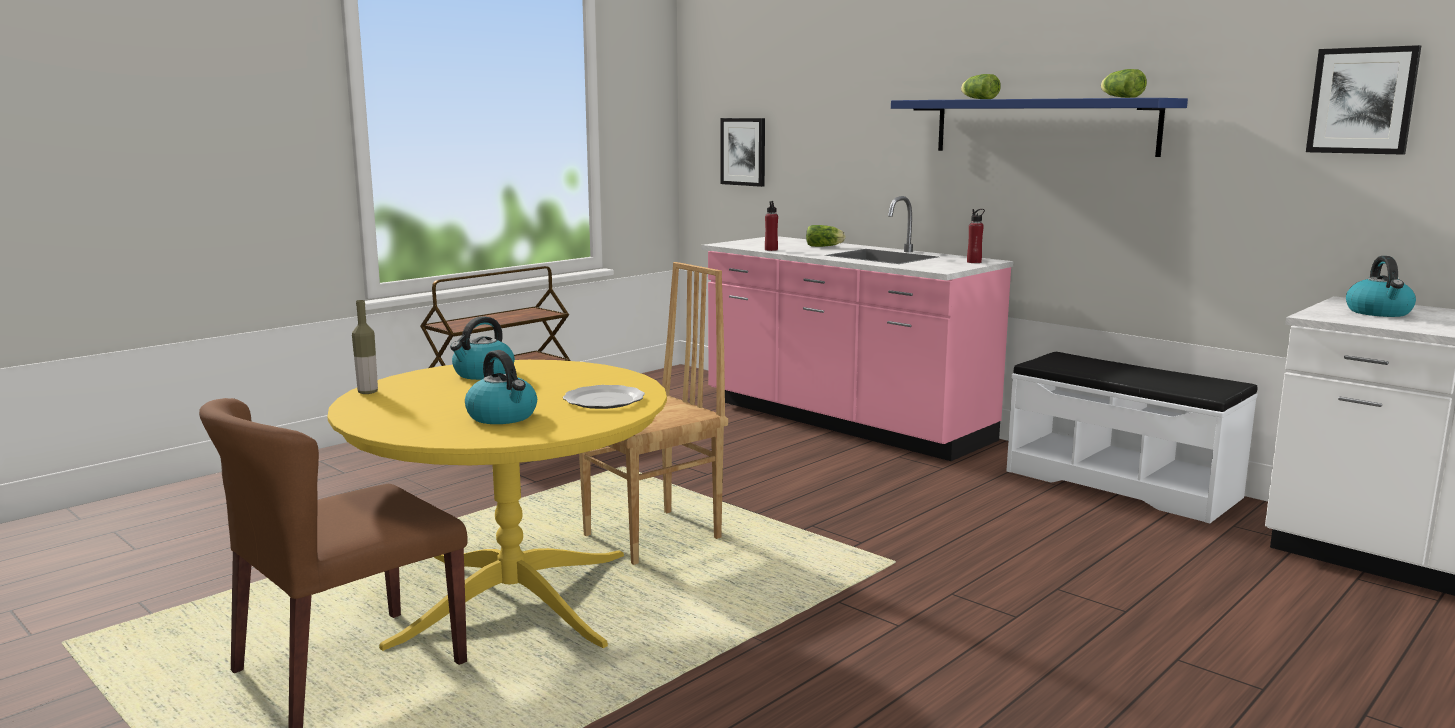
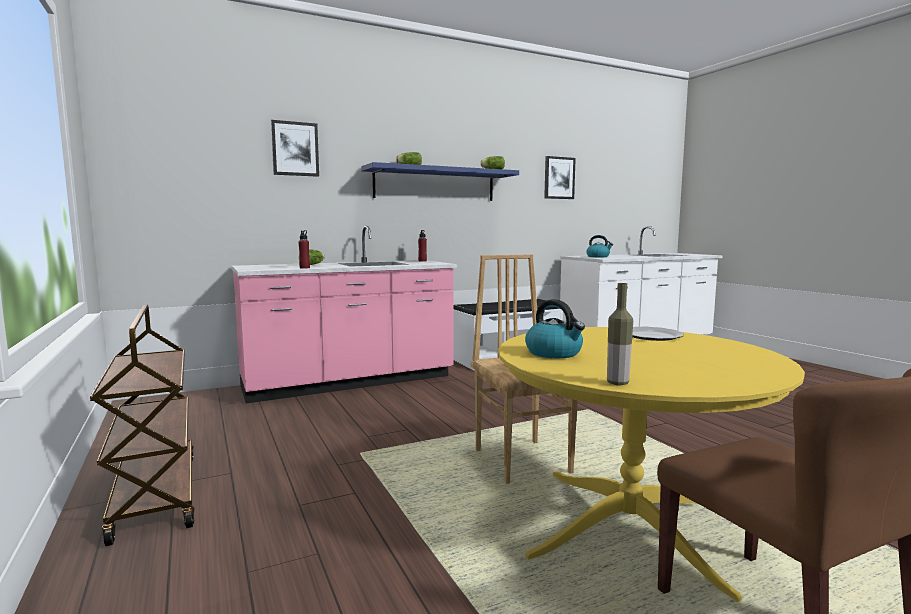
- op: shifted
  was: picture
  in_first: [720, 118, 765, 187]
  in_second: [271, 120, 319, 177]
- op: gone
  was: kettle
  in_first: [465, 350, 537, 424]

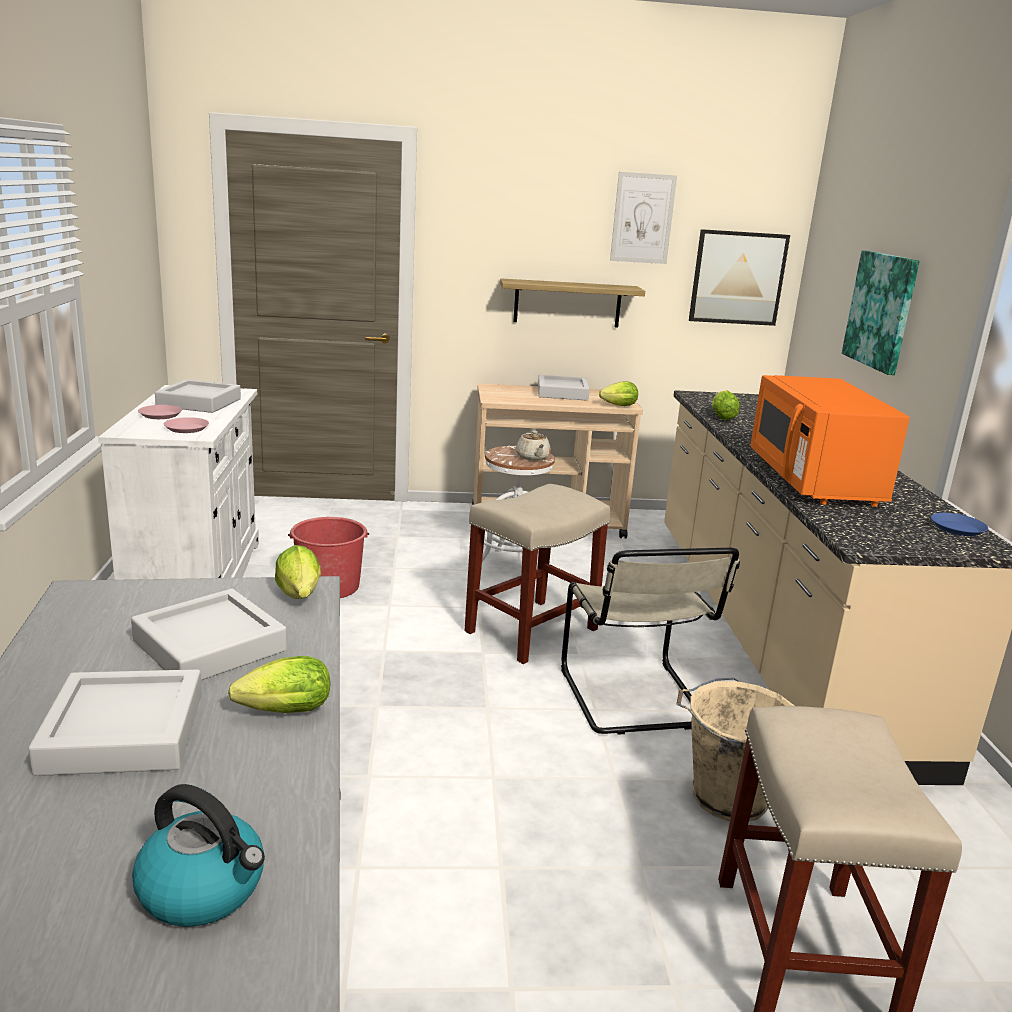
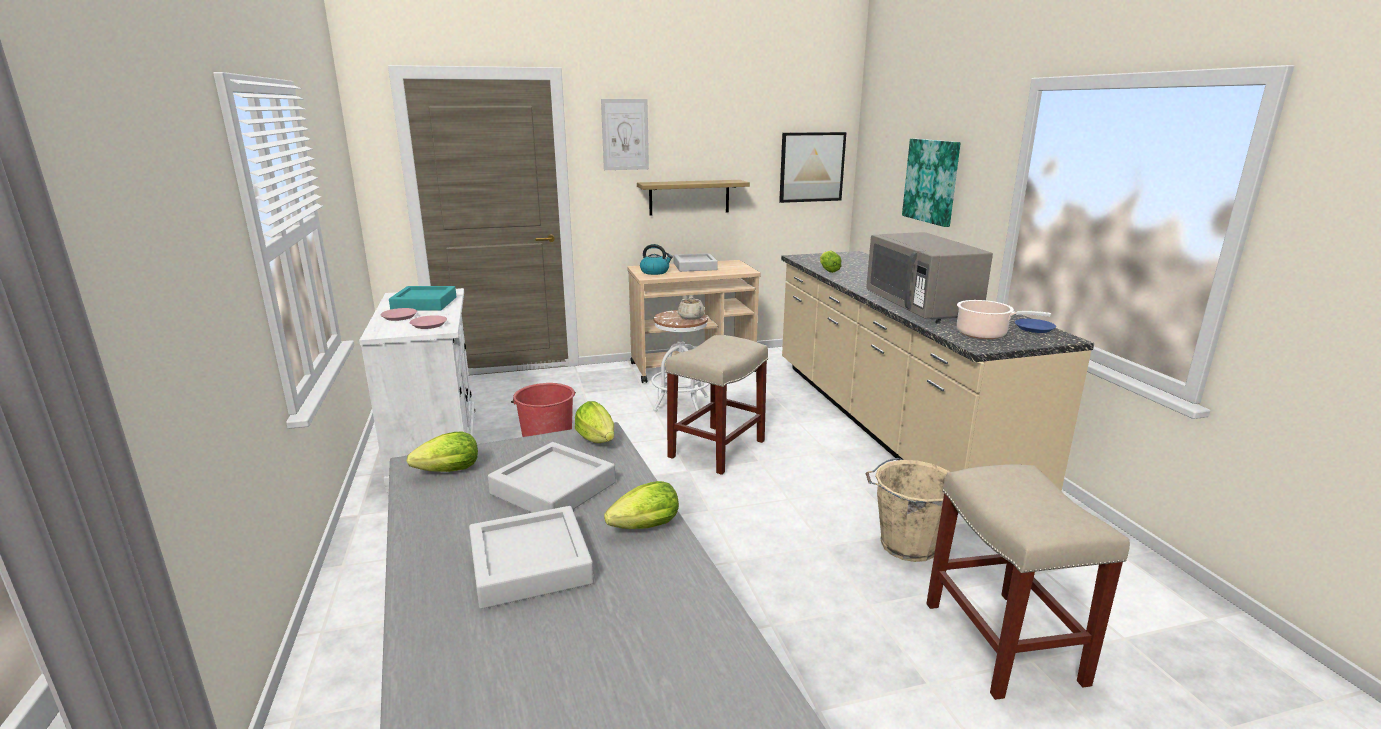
- op: repainted
  was: grey tray
  now: turquoise tray
  in_first: [155, 379, 241, 413]
  in_second: [389, 286, 457, 311]
- op: shifted
  was: lettuce
  in_first: [599, 382, 638, 406]
  in_second: [407, 432, 478, 472]
- op: shifted
  was: picture
  in_first: [610, 172, 677, 264]
  in_second: [601, 99, 649, 170]
- op: shifted
  was: kettle
  in_first: [132, 784, 265, 927]
  in_second: [640, 244, 673, 275]
- op: repainted
  was: orange microwave
  now: grey microwave
  in_first: [751, 375, 910, 507]
  in_second: [866, 232, 993, 324]
- op: new
  now: cooking pot
  in_second: [957, 300, 1051, 339]
- op: gone
  was: beige chair
  in_first: [561, 548, 740, 735]

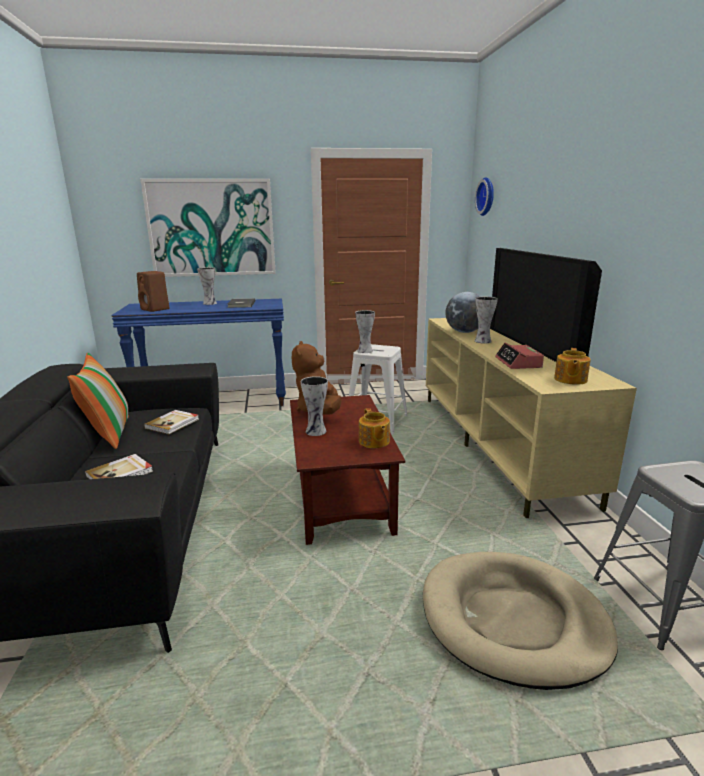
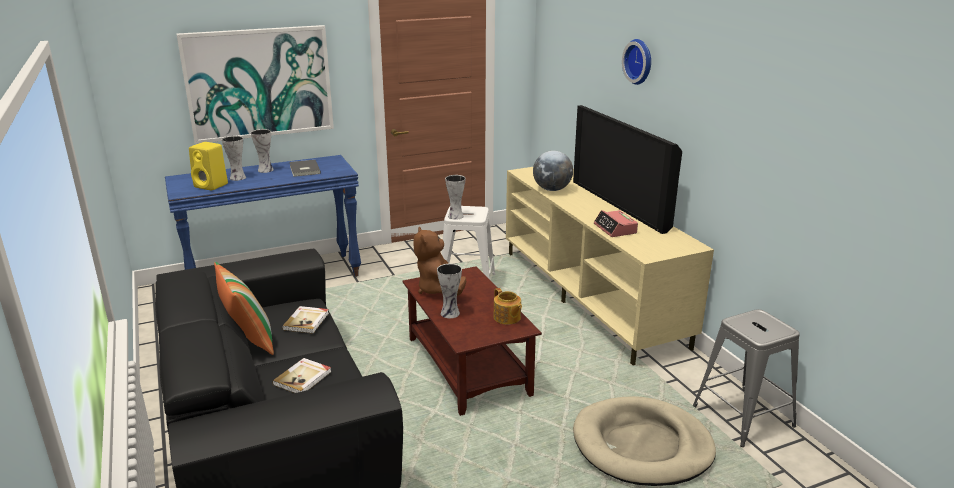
- op: repainted
  was: brown speaker
  now: yellow speaker
  in_first: [137, 271, 169, 312]
  in_second: [189, 142, 228, 191]
- op: shifted
  was: vase
  in_first: [475, 297, 498, 344]
  in_second: [222, 136, 246, 181]
- op: shifted
  was: wall clock
  in_first: [475, 177, 494, 216]
  in_second: [622, 39, 651, 85]
- op: gone
  was: teapot
  in_first: [554, 348, 591, 385]

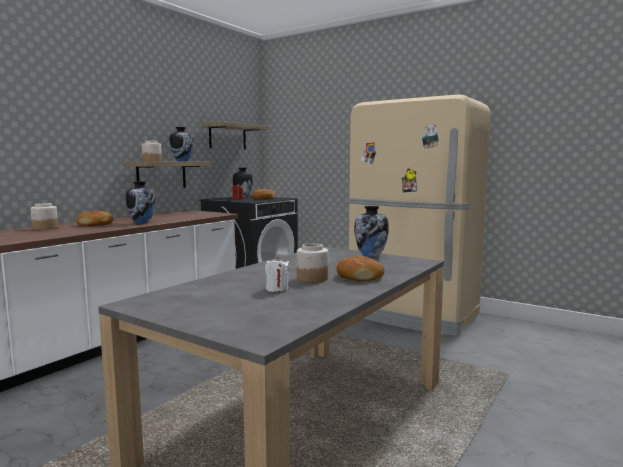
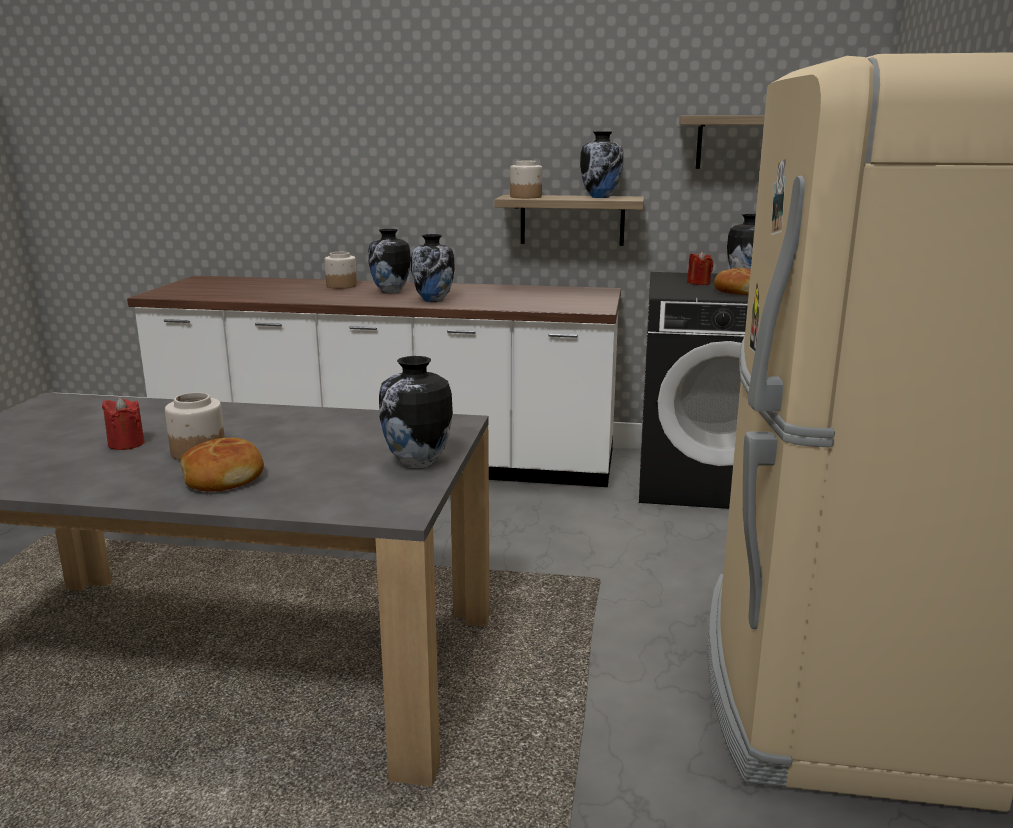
- op: repainted
  was: white candle
  now: red candle
  in_first: [265, 257, 289, 292]
  in_second: [102, 397, 145, 450]
- op: swapped
  was: bread
  now: vase
  in_first: [76, 211, 113, 226]
  in_second: [368, 229, 411, 294]

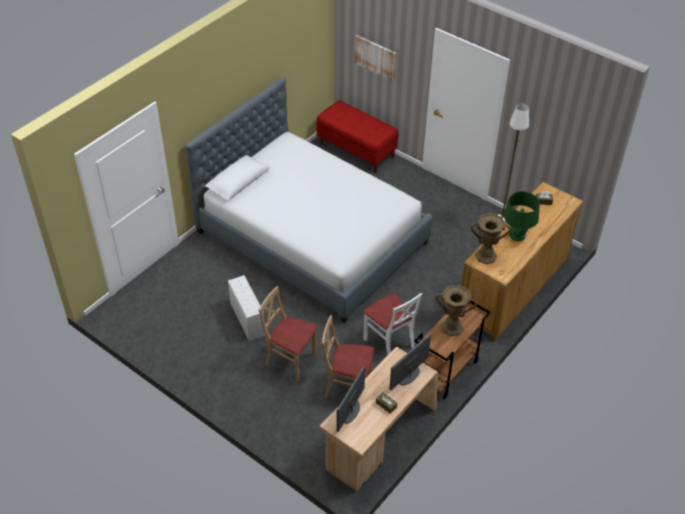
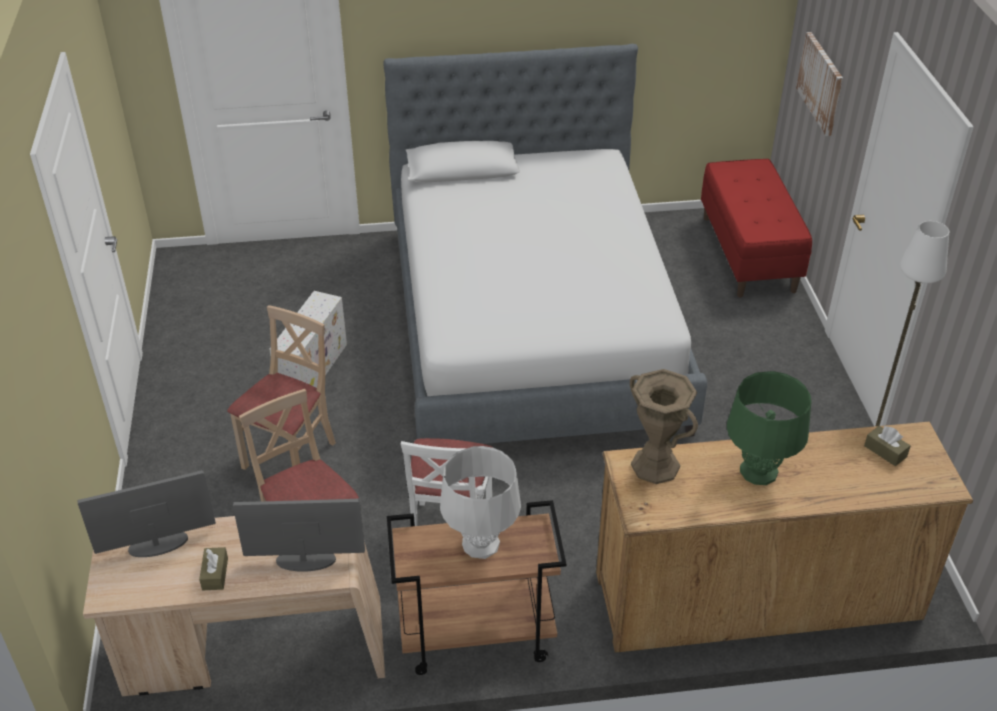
- op: rotated
  was: beige chair
  in_first: [259, 286, 318, 381]
  in_second: [227, 305, 336, 470]
  clockwise: 45
- op: swapped
  was: brown vase
  now: grey table lamp
  in_first: [435, 285, 477, 336]
  in_second: [440, 446, 521, 559]

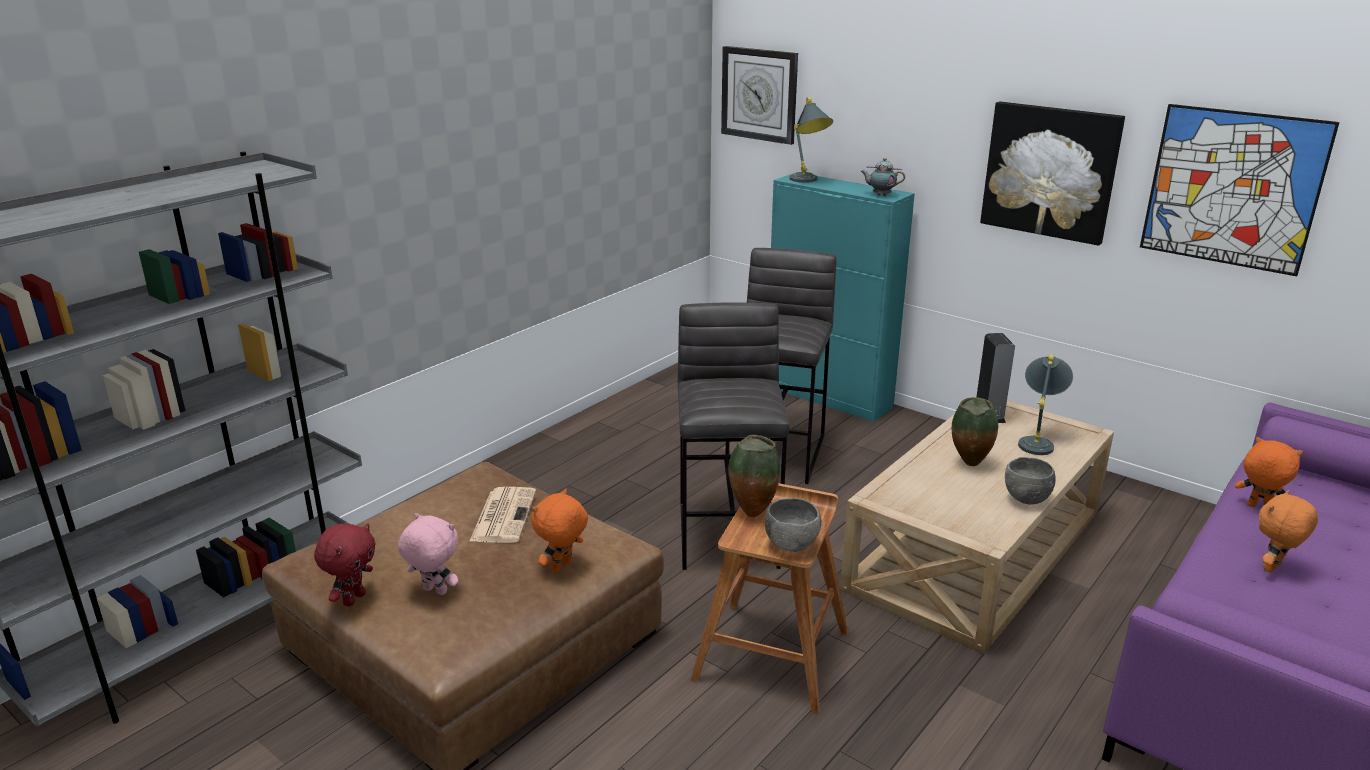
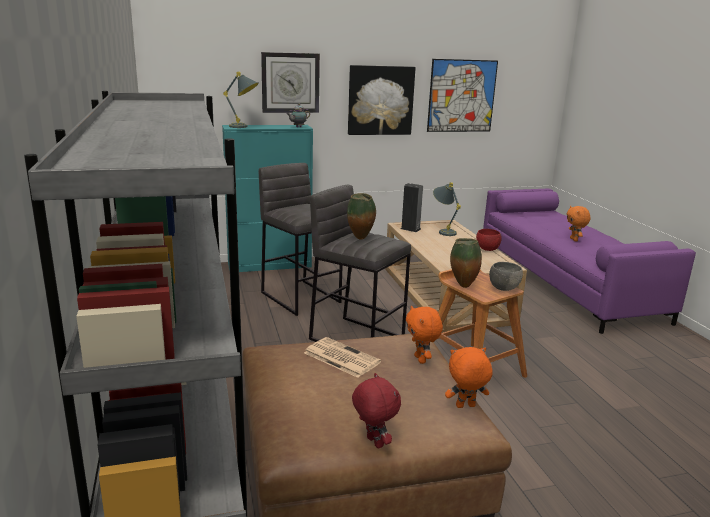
- op: shifted
  was: wall clock
  in_first: [721, 46, 798, 145]
  in_second: [261, 52, 320, 113]
- op: shifted
  was: vase
  in_first: [952, 397, 998, 466]
  in_second: [347, 193, 376, 240]
- op: shifted
  was: orange plush toy
  in_first: [1235, 437, 1303, 507]
  in_second: [445, 347, 493, 408]
- op: repainted
  was: grey bowl
  now: red bowl
  in_first: [1005, 457, 1056, 505]
  in_second: [476, 229, 502, 251]
- op: gone
  was: pink plush toy
  in_first: [398, 513, 458, 595]

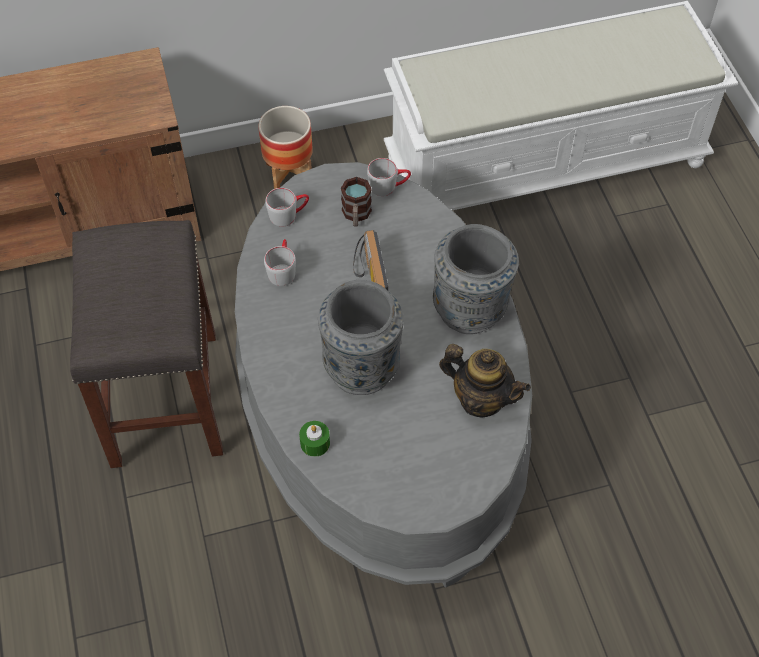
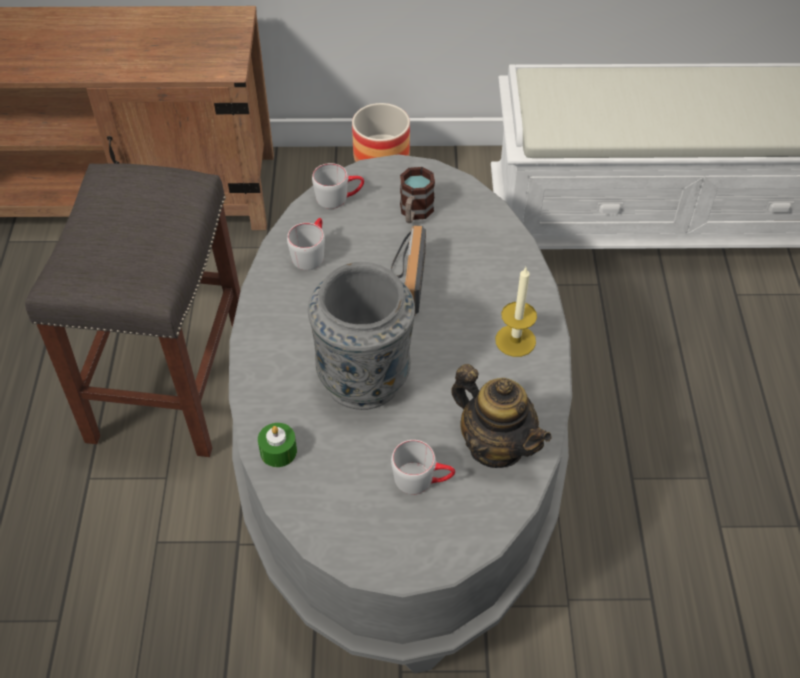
- op: shifted
  was: grey mug
  in_first: [367, 158, 411, 196]
  in_second: [391, 440, 455, 494]
- op: swapped
  was: grey vase
  now: candle
  in_first: [433, 224, 519, 334]
  in_second: [495, 267, 537, 357]

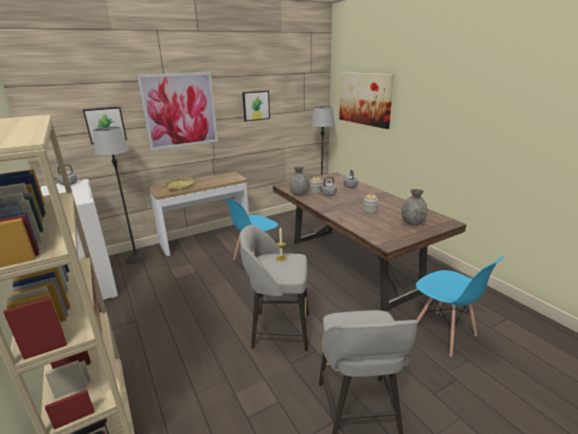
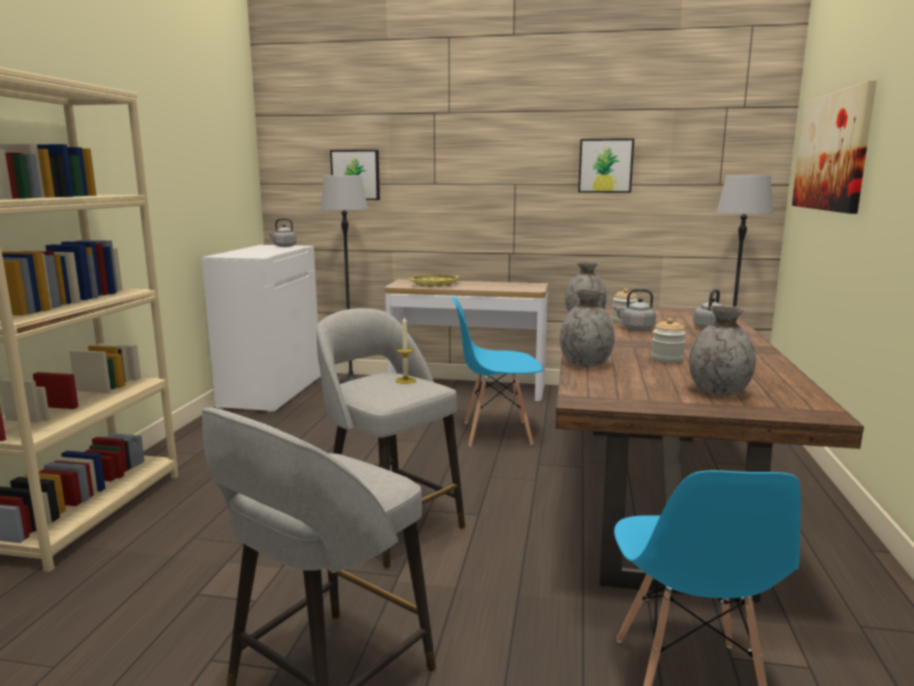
- op: new
  now: grey vase
  in_second: [560, 289, 615, 367]
- op: gone
  was: picture
  in_first: [137, 72, 218, 151]

